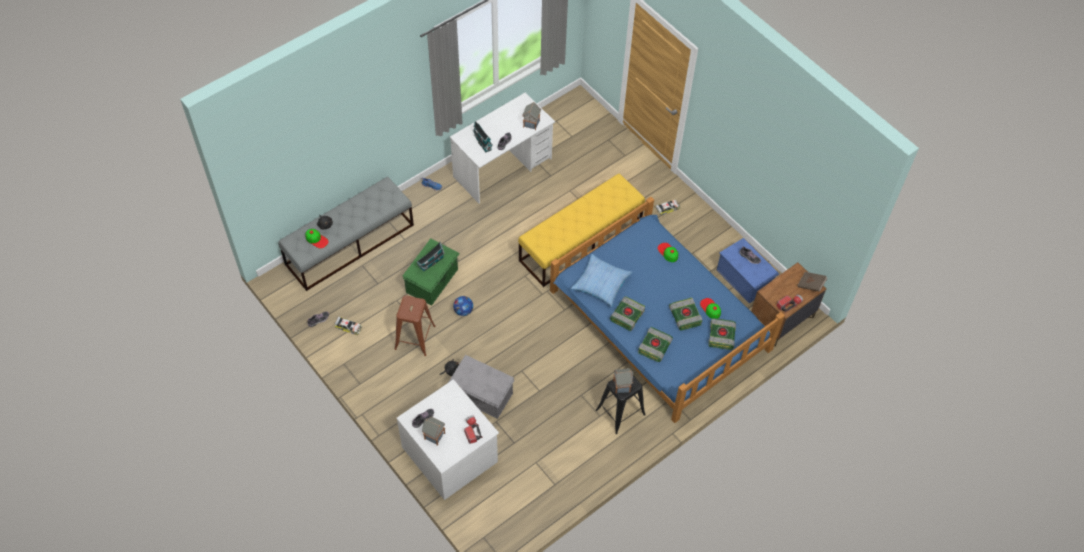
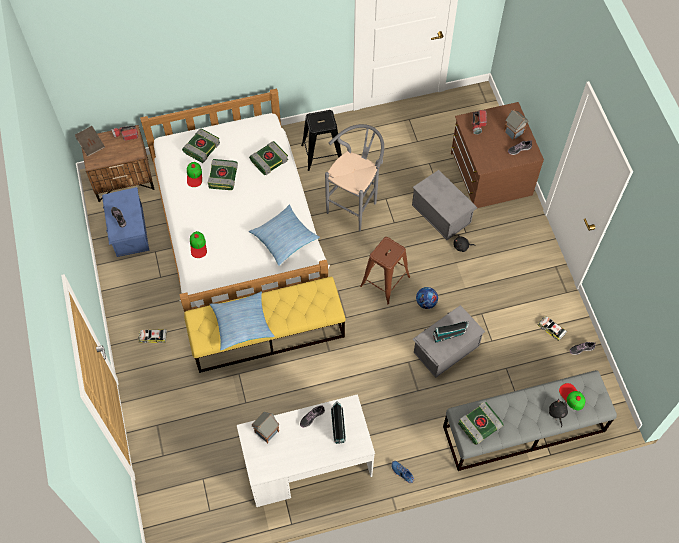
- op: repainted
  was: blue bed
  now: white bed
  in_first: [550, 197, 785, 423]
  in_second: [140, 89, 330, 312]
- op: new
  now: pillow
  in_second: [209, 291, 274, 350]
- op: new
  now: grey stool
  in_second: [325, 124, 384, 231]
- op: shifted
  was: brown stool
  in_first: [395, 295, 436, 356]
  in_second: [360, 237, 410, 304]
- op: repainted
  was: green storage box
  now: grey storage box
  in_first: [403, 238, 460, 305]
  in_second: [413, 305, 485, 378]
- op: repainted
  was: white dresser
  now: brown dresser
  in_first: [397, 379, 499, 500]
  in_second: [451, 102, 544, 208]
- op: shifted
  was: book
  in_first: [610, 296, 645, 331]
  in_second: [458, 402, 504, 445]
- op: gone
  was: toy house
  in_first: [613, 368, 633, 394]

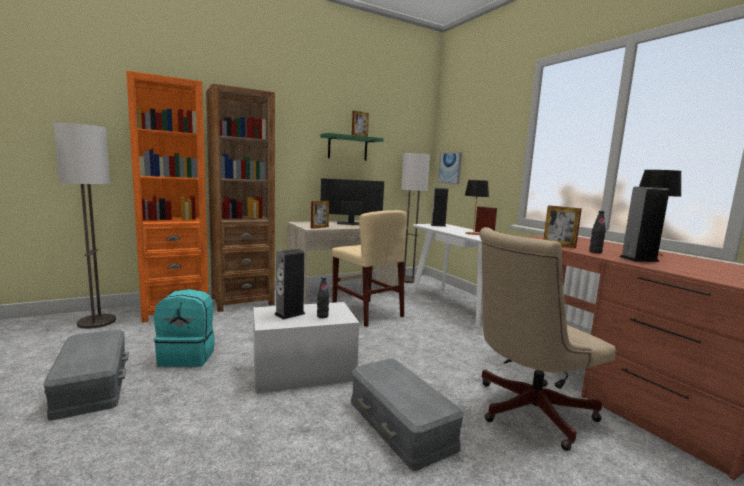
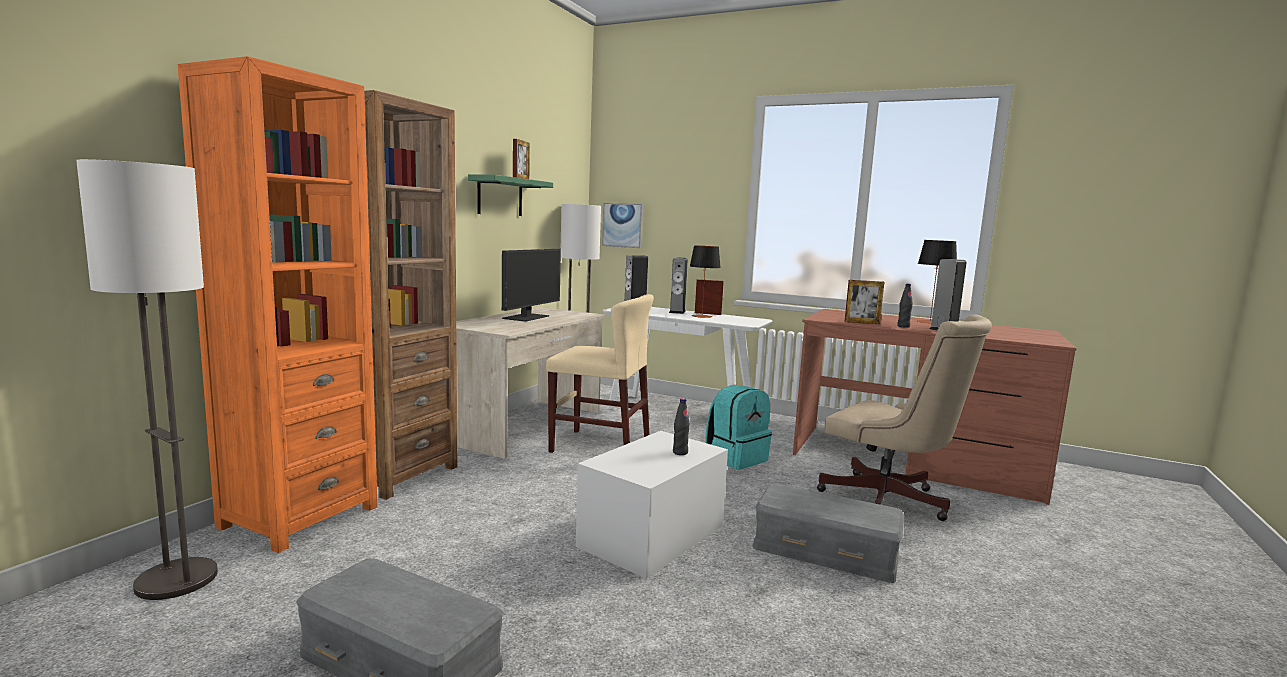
- op: rotated
  was: monitor
  in_first: [321, 178, 384, 225]
  in_second: [502, 249, 561, 322]
  clockwise: 150
- op: shifted
  was: speaker
  in_first: [274, 249, 305, 320]
  in_second: [669, 257, 688, 314]
- op: shifted
  was: turquoise backpack
  in_first: [154, 289, 214, 367]
  in_second: [705, 385, 772, 470]
- op: rotated
  was: beige office chair
  in_first: [479, 227, 616, 451]
  in_second: [817, 315, 992, 521]
  clockwise: -75
- op: gone
  was: picture frame
  in_first: [311, 201, 329, 229]

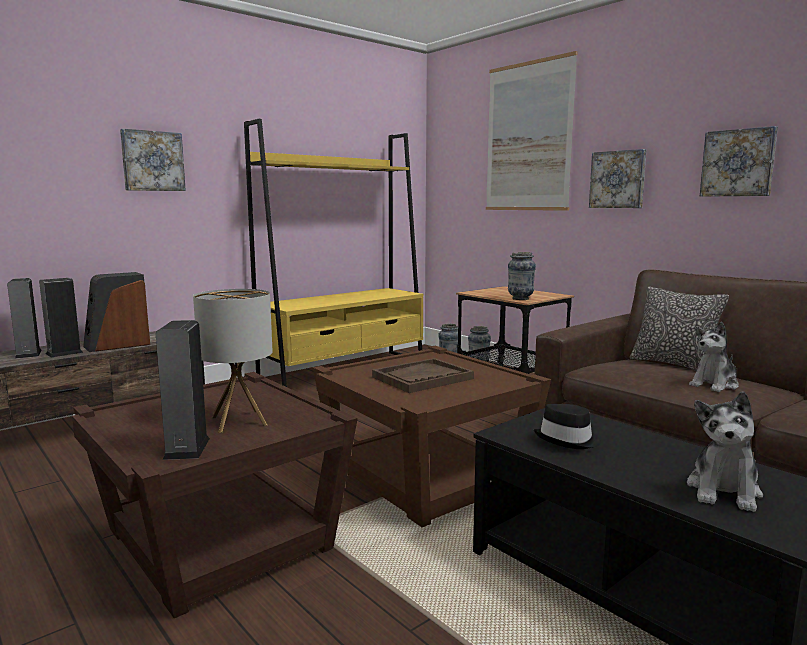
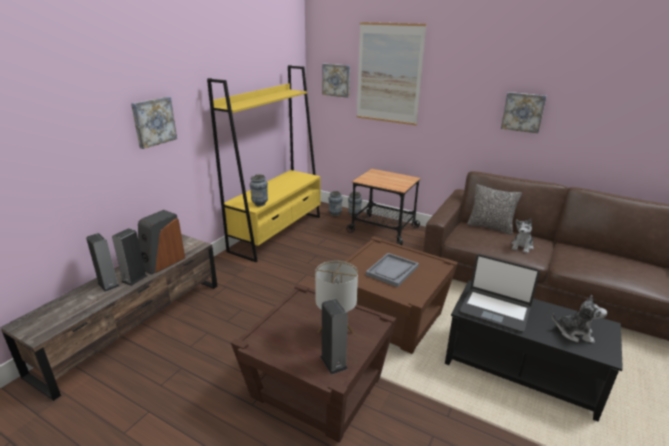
- op: shifted
  was: vase
  in_first: [508, 252, 536, 300]
  in_second: [250, 174, 268, 207]
- op: shifted
  was: picture
  in_first: [589, 149, 647, 208]
  in_second: [322, 64, 350, 98]
- op: repainted
  was: brown tray
  now: grey tray
  in_first: [372, 358, 474, 393]
  in_second: [366, 253, 419, 287]
- op: swapped
  was: black hat
  now: laptop
  in_first: [533, 404, 601, 449]
  in_second: [460, 254, 540, 332]
- op: rotated
  was: plush toy
  in_first: [687, 391, 763, 512]
  in_second: [552, 295, 607, 343]
  clockwise: -75

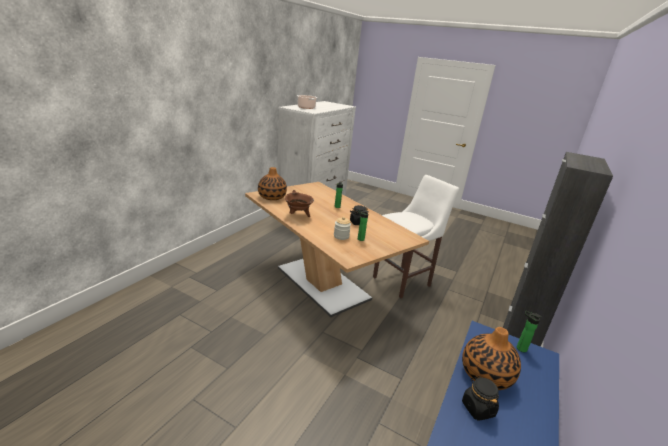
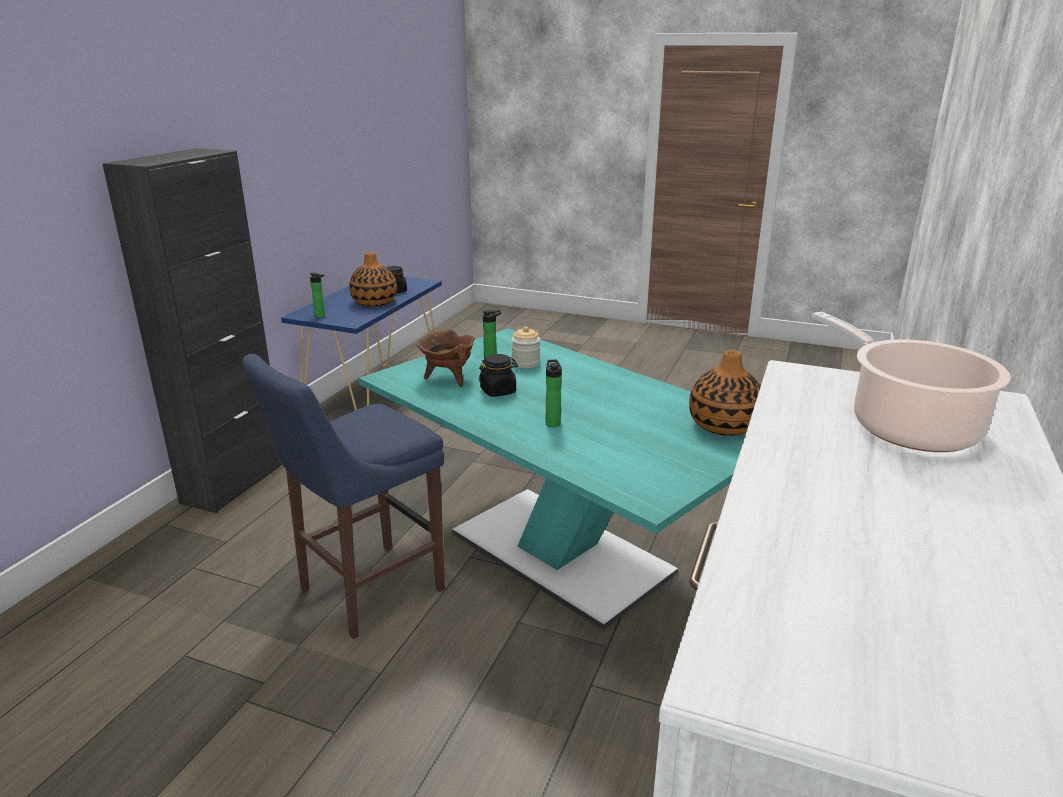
- op: repainted
  was: white stool
  now: blue stool
  in_first: [373, 175, 459, 298]
  in_second: [242, 354, 445, 639]
- op: repainted
  was: brown dining table
  now: turquoise dining table
  in_first: [245, 182, 429, 317]
  in_second: [359, 328, 746, 630]
- op: shifted
  was: brown cooking pot
  in_first: [285, 190, 314, 217]
  in_second: [416, 330, 475, 387]

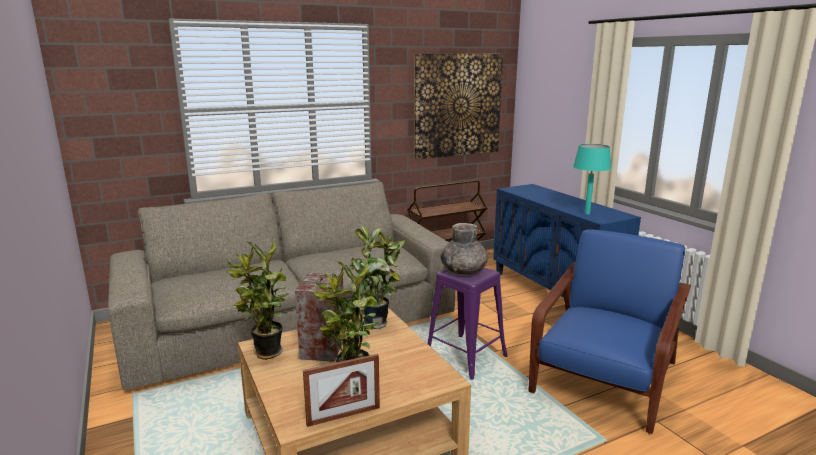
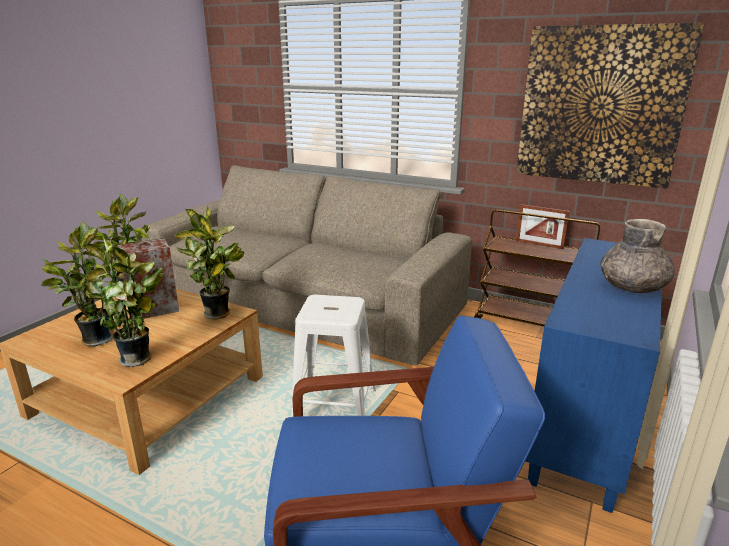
- op: new
  now: potted plant
  in_second: [83, 236, 163, 367]
- op: repainted
  was: purple stool
  now: white stool
  in_first: [427, 267, 508, 380]
  in_second: [291, 294, 376, 417]
- op: shifted
  was: picture frame
  in_first: [303, 354, 380, 427]
  in_second: [516, 204, 569, 249]
- op: shifted
  was: grey vase
  in_first: [441, 223, 488, 275]
  in_second: [601, 219, 675, 293]
- op: gone
  was: turquoise table lamp
  in_first: [573, 144, 611, 214]

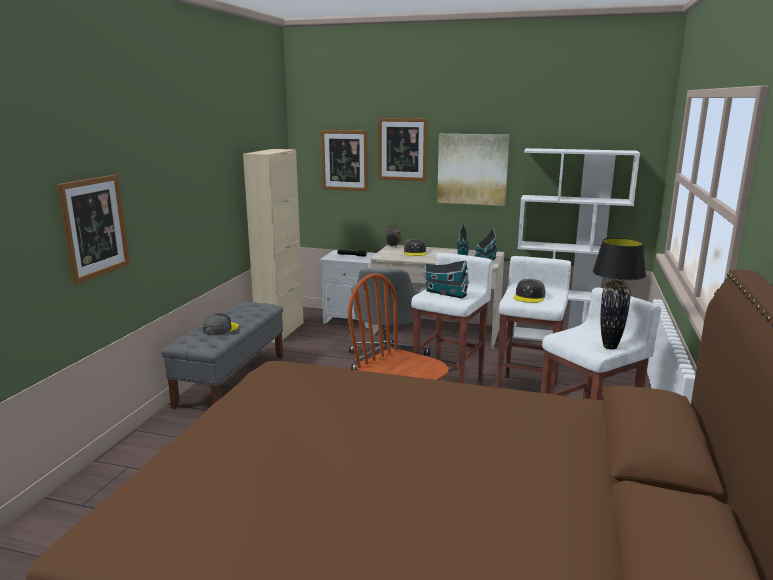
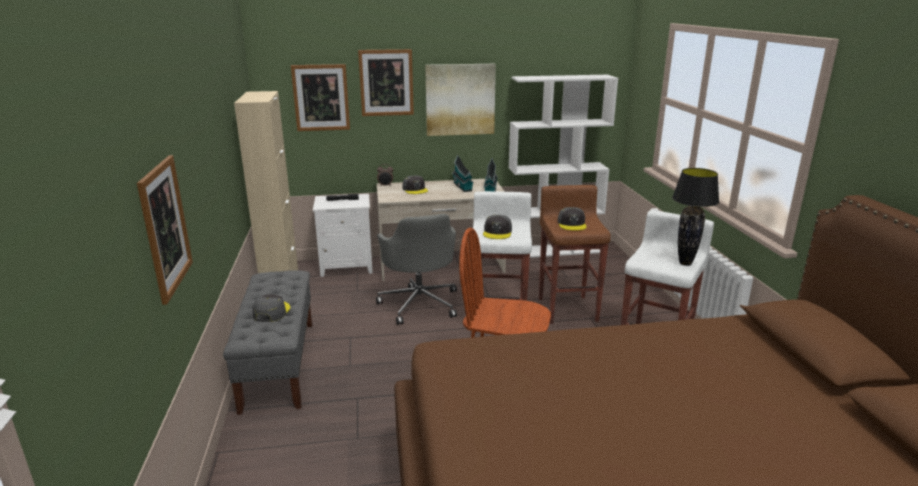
- op: swapped
  was: toy house
  now: grey cap
  in_first: [424, 260, 469, 299]
  in_second: [483, 215, 512, 239]
- op: repainted
  was: white stool
  now: brown stool
  in_first: [497, 256, 571, 394]
  in_second: [539, 185, 611, 324]

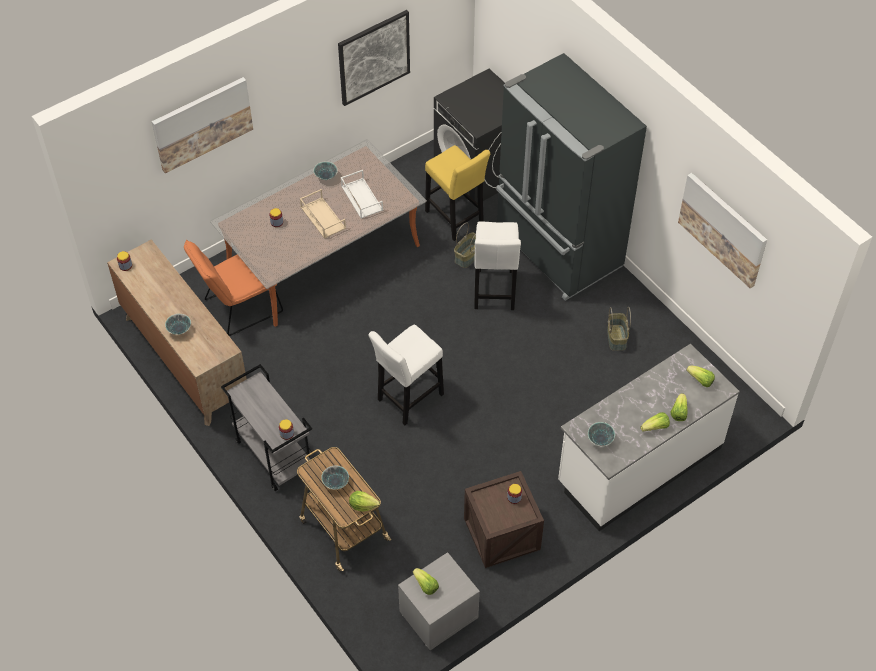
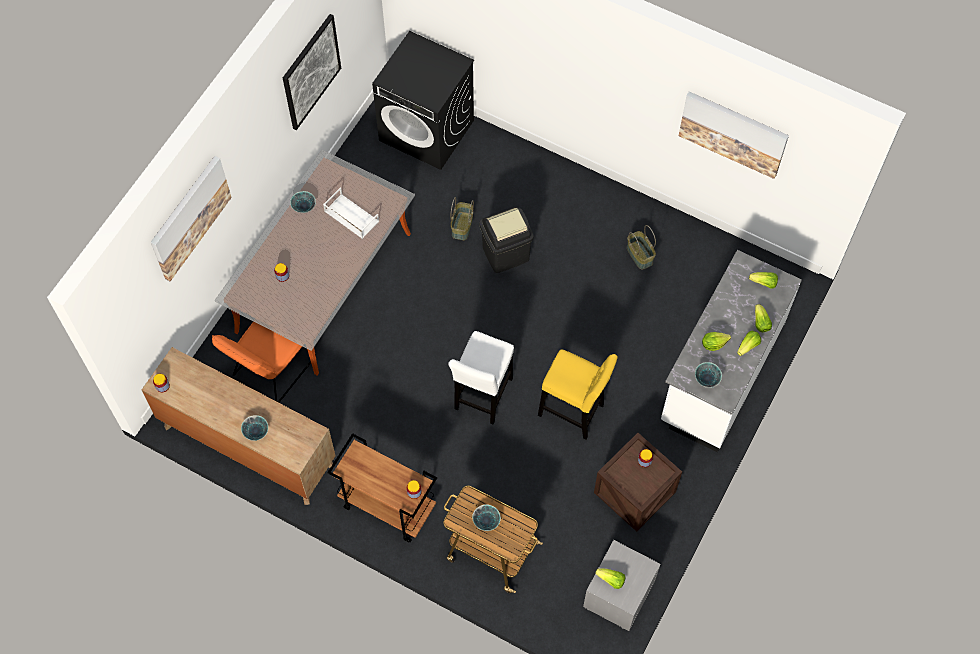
- op: repainted
  was: grey cart
  now: brown cart
  in_first: [221, 364, 312, 491]
  in_second: [327, 433, 437, 542]
- op: swapped
  was: white stool
  now: black trash can
  in_first: [474, 221, 521, 310]
  in_second: [480, 206, 534, 273]
- op: shifted
  was: yellow stool
  in_first: [425, 145, 490, 241]
  in_second: [538, 350, 618, 440]
- op: shifted
  was: lettuce
  in_first: [349, 491, 380, 512]
  in_second: [702, 332, 731, 351]
- op: gone
  was: beige tray
  in_first: [300, 189, 346, 239]
- op: gone
  was: black fridge
  in_first: [496, 53, 647, 301]

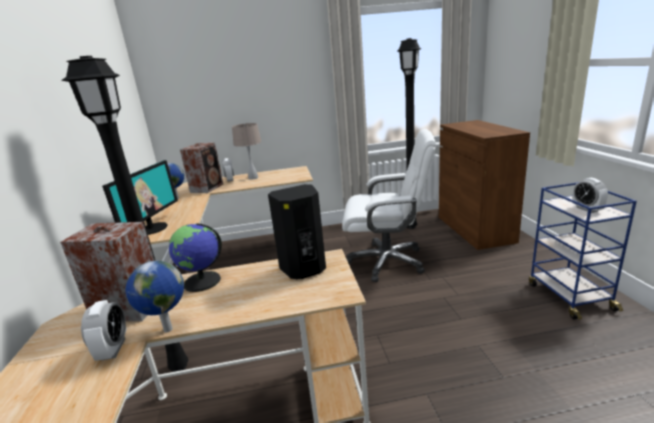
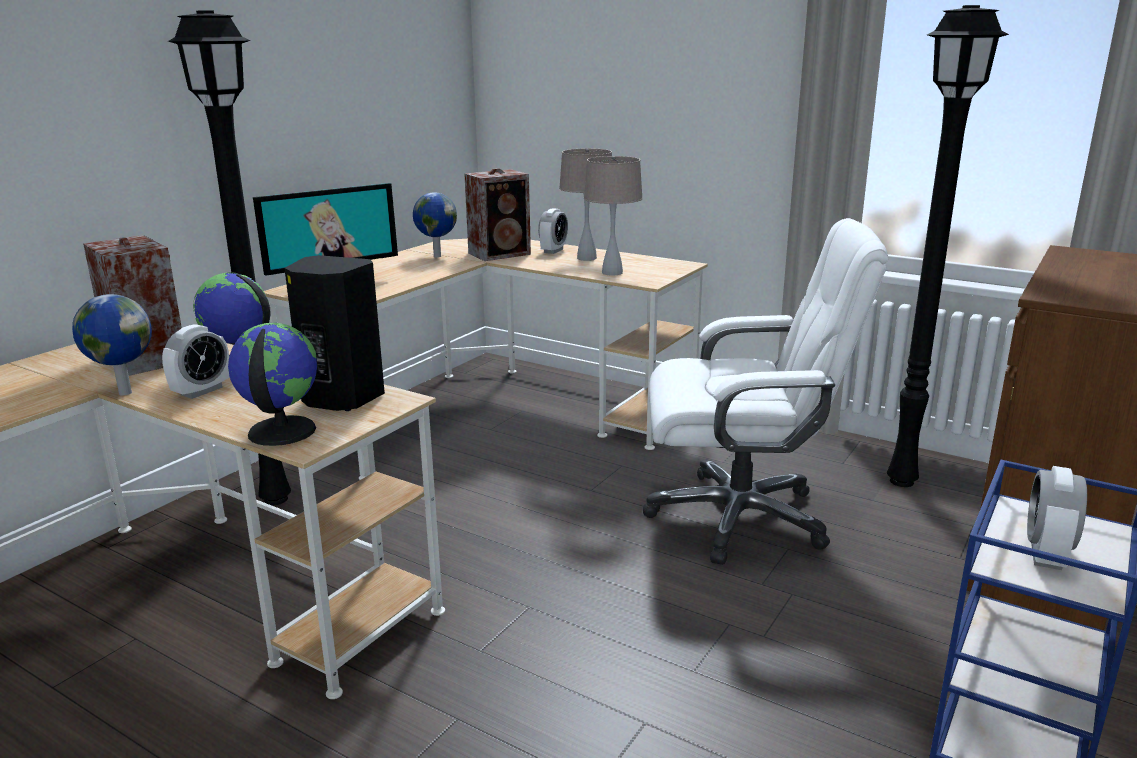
- op: shifted
  was: alarm clock
  in_first: [81, 300, 127, 361]
  in_second: [162, 324, 230, 399]
- op: new
  now: globe
  in_second: [228, 323, 317, 446]
- op: new
  now: beige table lamp
  in_second: [584, 156, 643, 276]
- op: rotated
  was: white office chair
  in_first: [342, 129, 436, 282]
  in_second: [643, 218, 888, 565]
  clockwise: -45

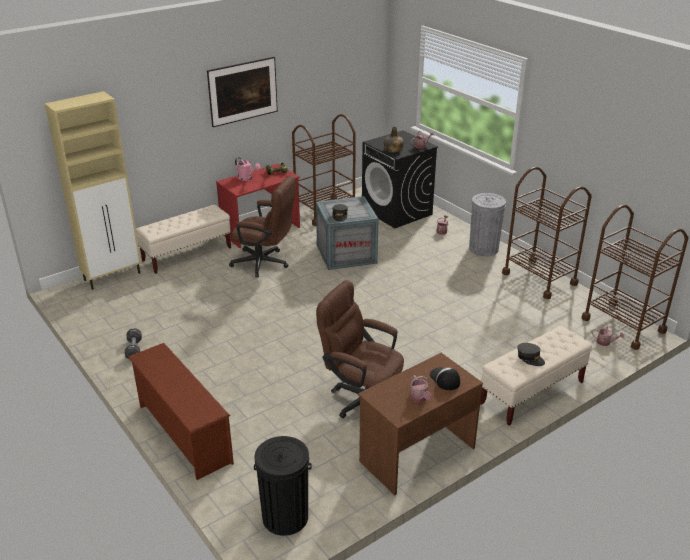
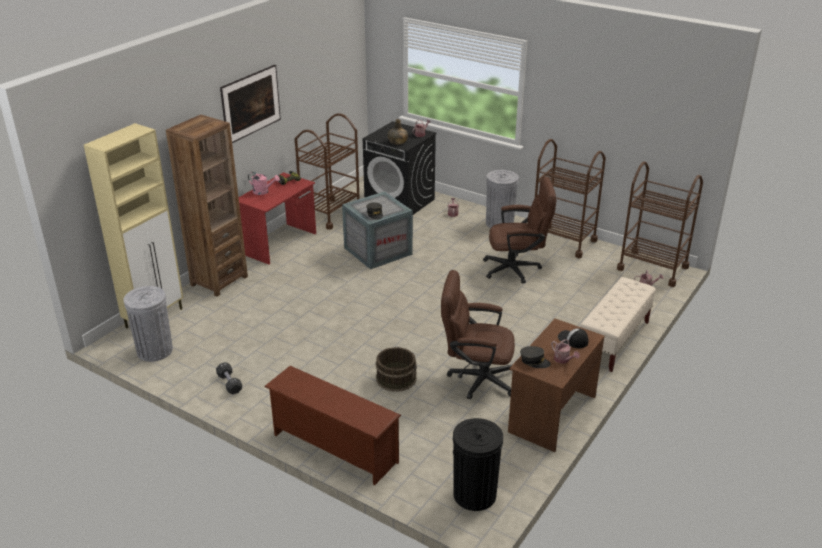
- op: new
  now: grey trash can
  in_second: [124, 286, 173, 362]
- op: swapped
  was: beige bench
  now: brown bookcase
  in_first: [136, 205, 231, 274]
  in_second: [166, 115, 248, 297]
- op: new
  now: brown bucket
  in_second: [376, 347, 417, 392]
- op: shifted
  was: brown office chair
  in_first: [229, 176, 296, 277]
  in_second: [483, 177, 556, 284]
- op: shifted
  was: grey cap
  in_first: [517, 343, 545, 366]
  in_second: [520, 346, 551, 368]

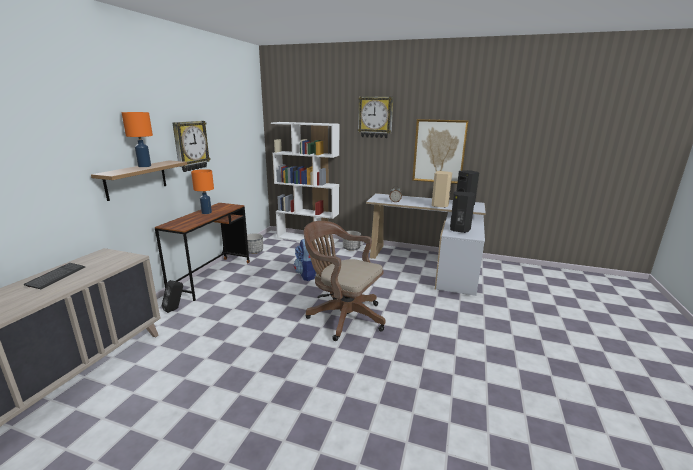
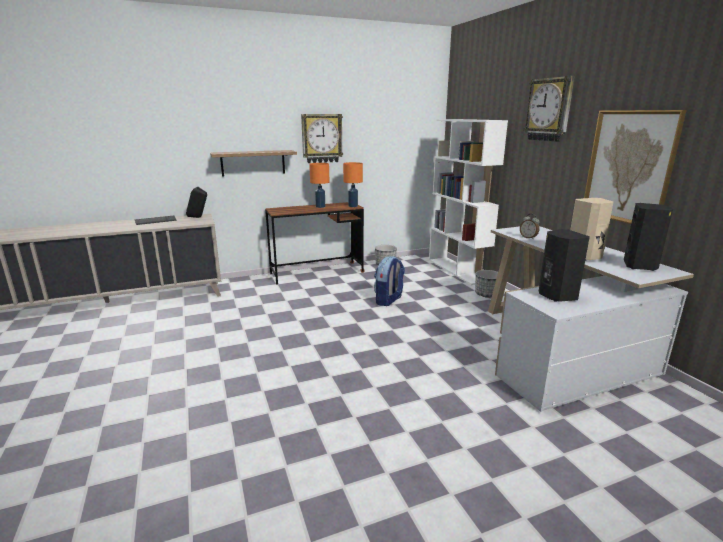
- op: shifted
  was: black speaker
  in_first: [162, 280, 183, 313]
  in_second: [186, 187, 207, 218]
- op: shifted
  was: orange table lamp
  in_first: [121, 112, 153, 167]
  in_second: [343, 162, 363, 207]
- op: gone
  was: brown office chair
  in_first: [304, 221, 386, 341]

